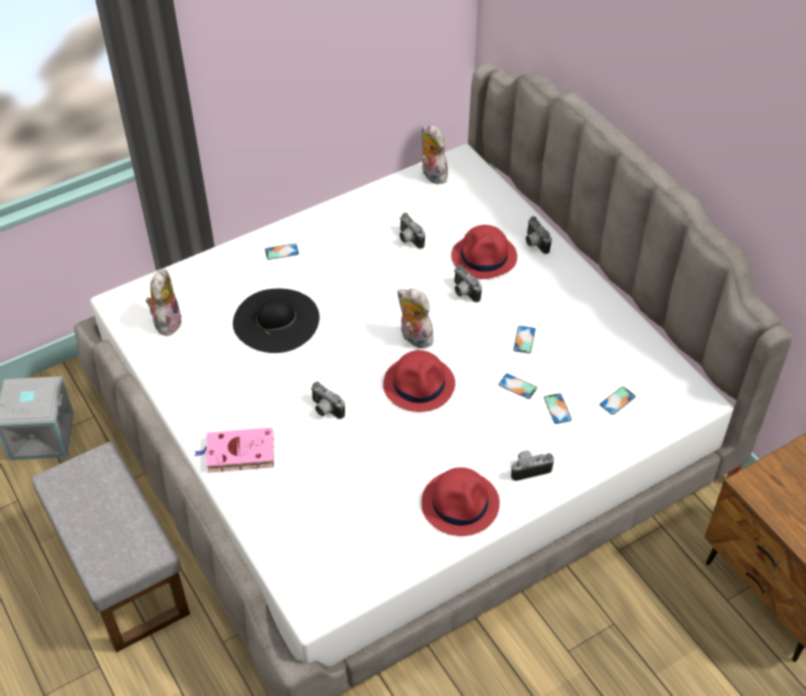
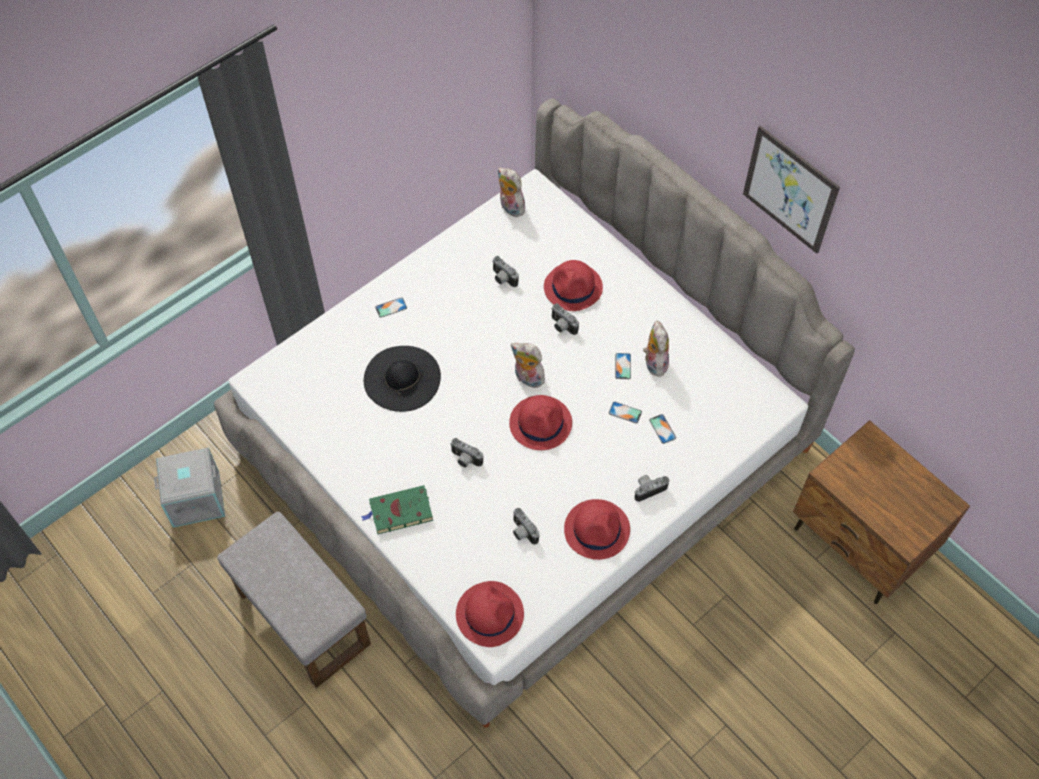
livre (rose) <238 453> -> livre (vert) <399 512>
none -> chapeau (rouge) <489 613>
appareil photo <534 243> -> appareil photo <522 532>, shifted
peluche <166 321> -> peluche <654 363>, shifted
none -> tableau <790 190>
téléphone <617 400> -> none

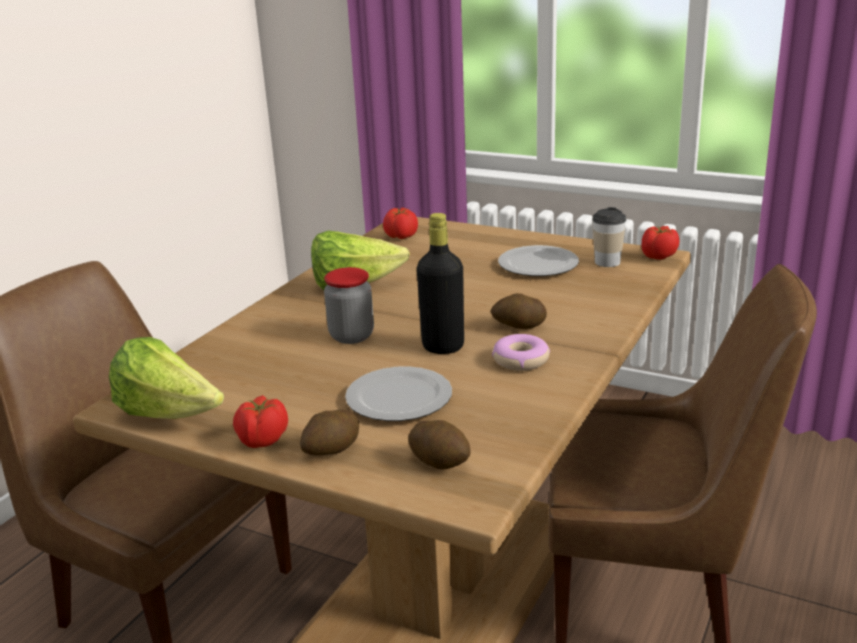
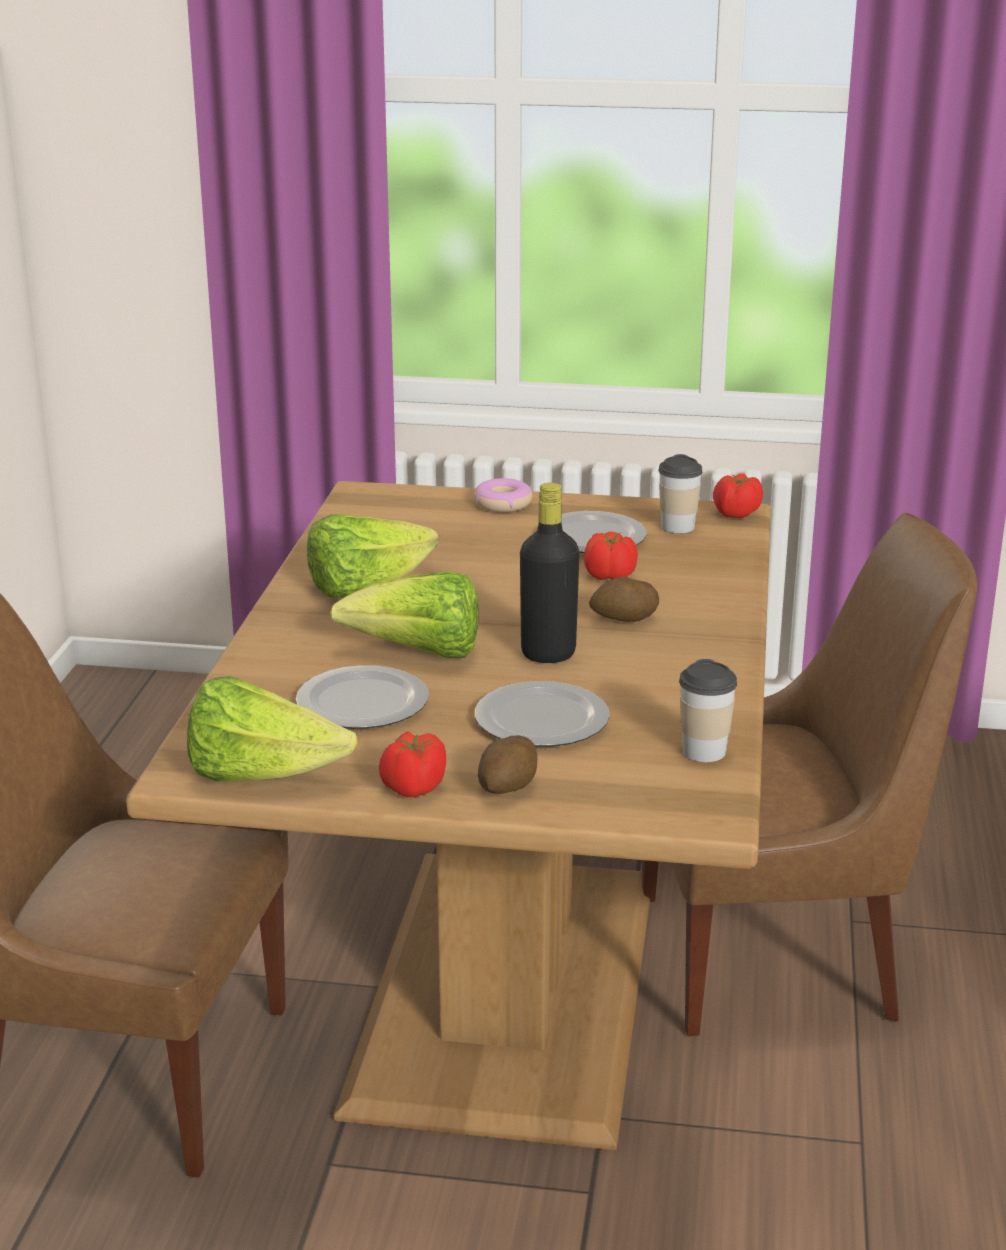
none -> assiette <364 704>
bocal <351 336> -> laitue <419 653>
beignet <520 360> -> beignet <503 504>, shifted
tomate <401 237> -> tomate <610 577>, shifted
none -> tasse <704 751>
pomme de terre <440 461> -> none

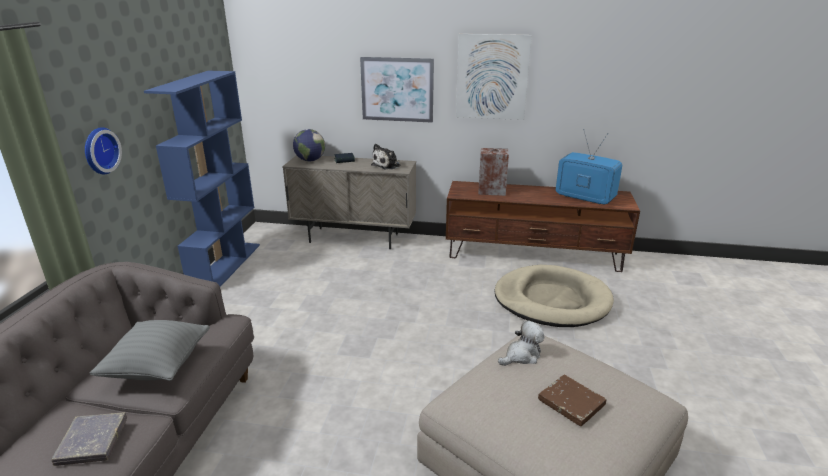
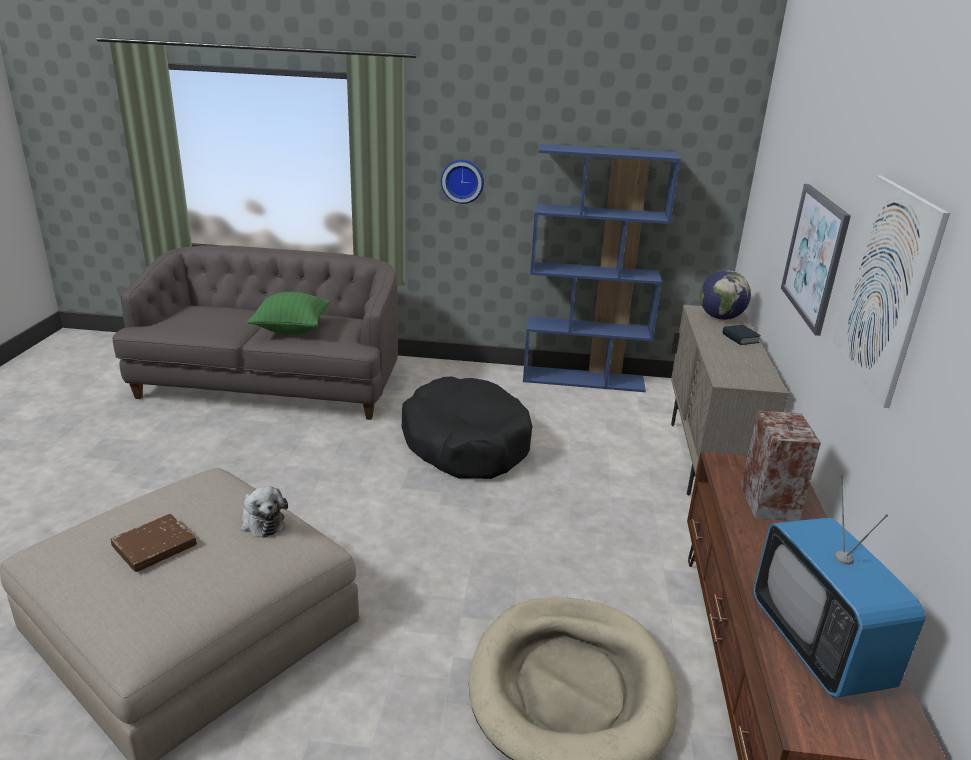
coussin (gris) <158 367> -> coussin (vert) <291 329>
none -> panier pour chien (noir) <465 443>
téléviseur <584 198> -> téléviseur <818 645>, 135 degrees clockwise
livre (gris) <92 441> -> none
peluche <387 165> -> none

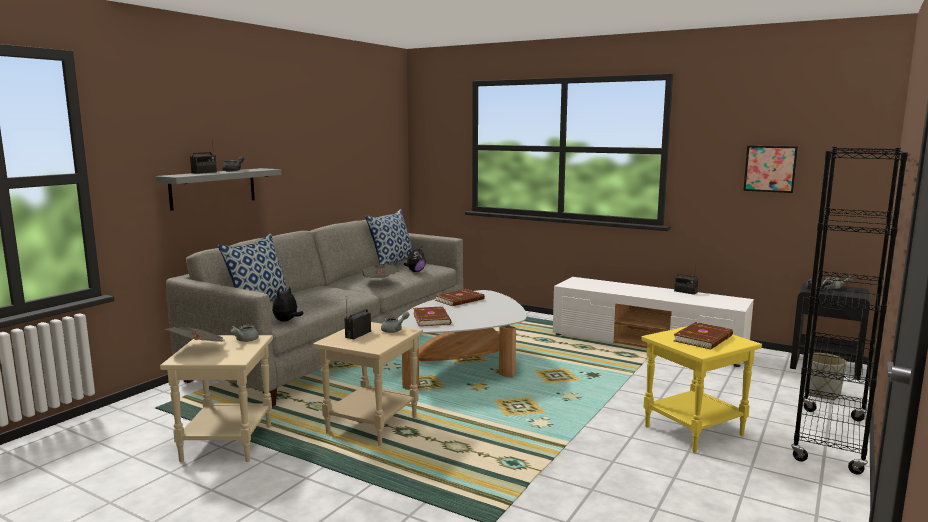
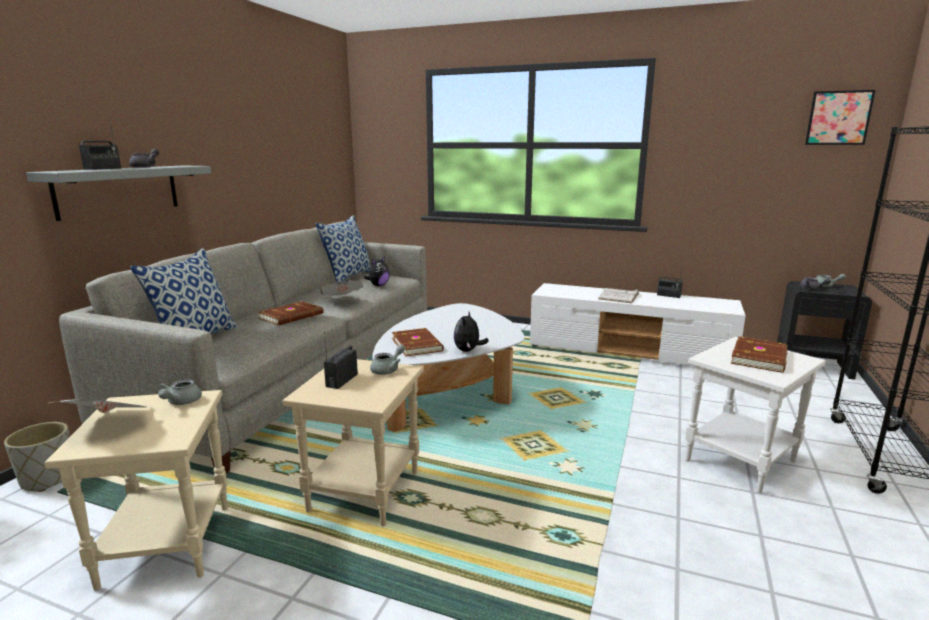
cache-pot (gris) <821 393> -> cache-pot (gris) <48 479>, shifted
livre (marron) <460 300> -> livre (marron) <292 316>, shifted
peluche <286 321> -> peluche <468 350>, shifted
none -> livre (blanc) <619 296>
table d'appoint (jaune) <694 431> -> table d'appoint (blanc) <741 462>
tableau <770 169> -> tableau <838 118>, shifted

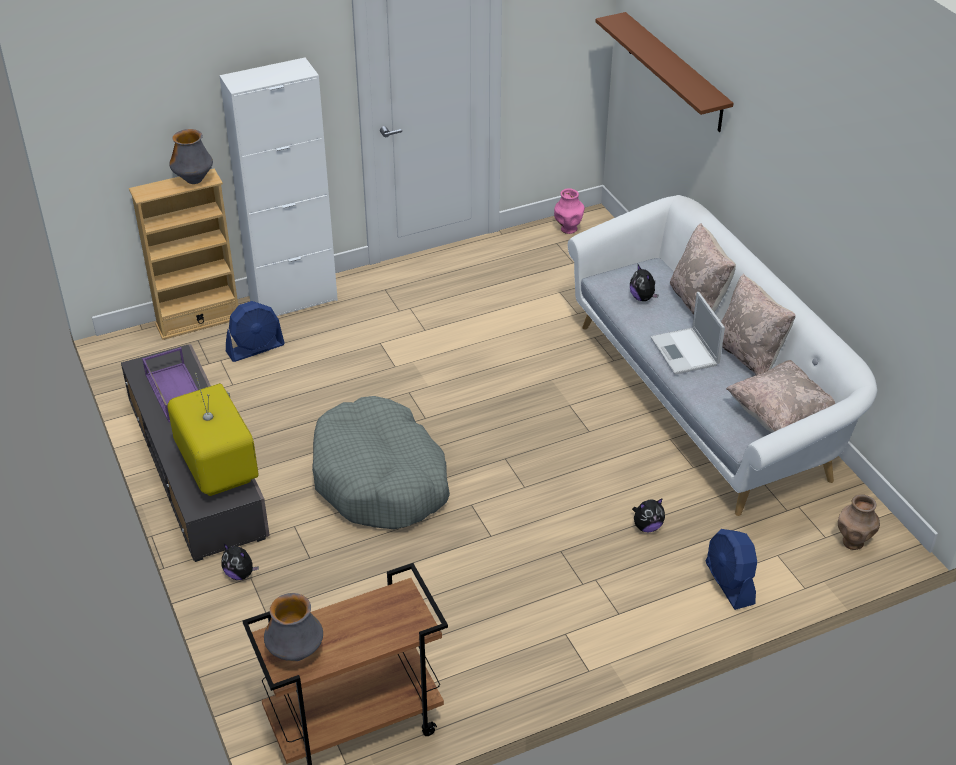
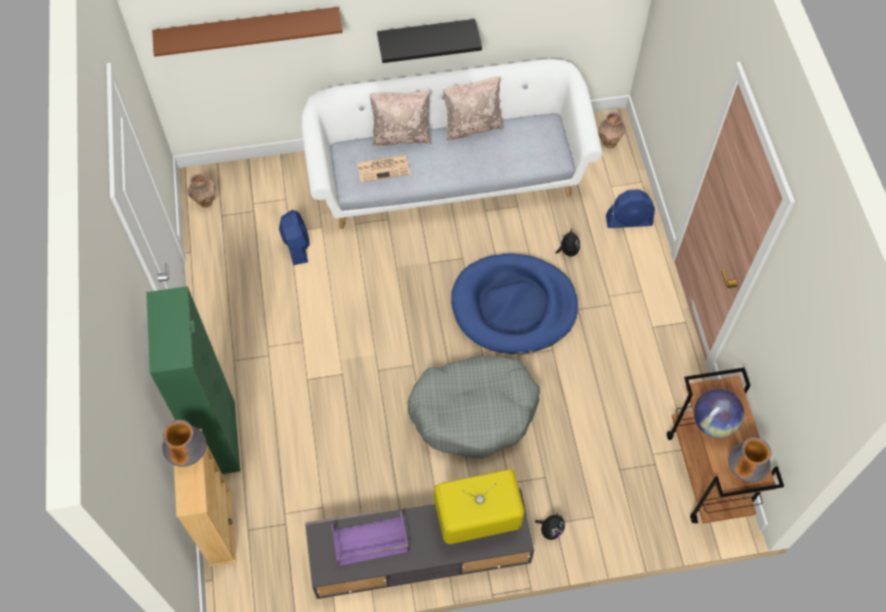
meuble de rangement (blanc) <293 300> -> meuble de rangement (vert) <220 438>
vase (rose) <568 229> -> vase (marron) <205 202>
ventilateur (bleu) <255 348> -> ventilateur (bleu) <296 245>, shifted
peluche <642 298> -> journal <384 168>
none -> étagère (noir) <426 36>
none -> panier pour chien (bleu) <513 306>
none -> globe <713 422>
ordinateur portable <685 352> -> none
coussin (beige) <781 416> -> none

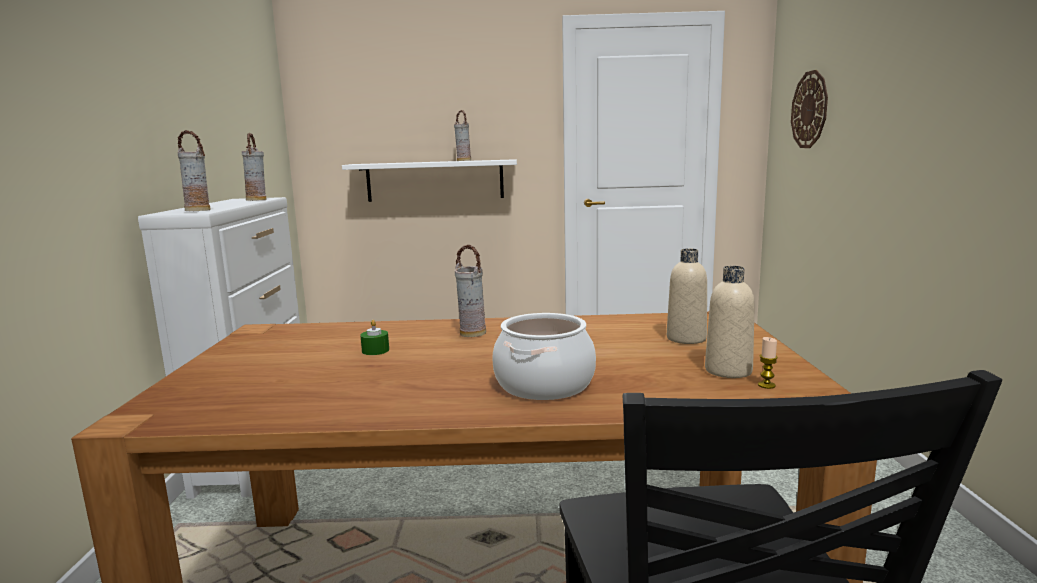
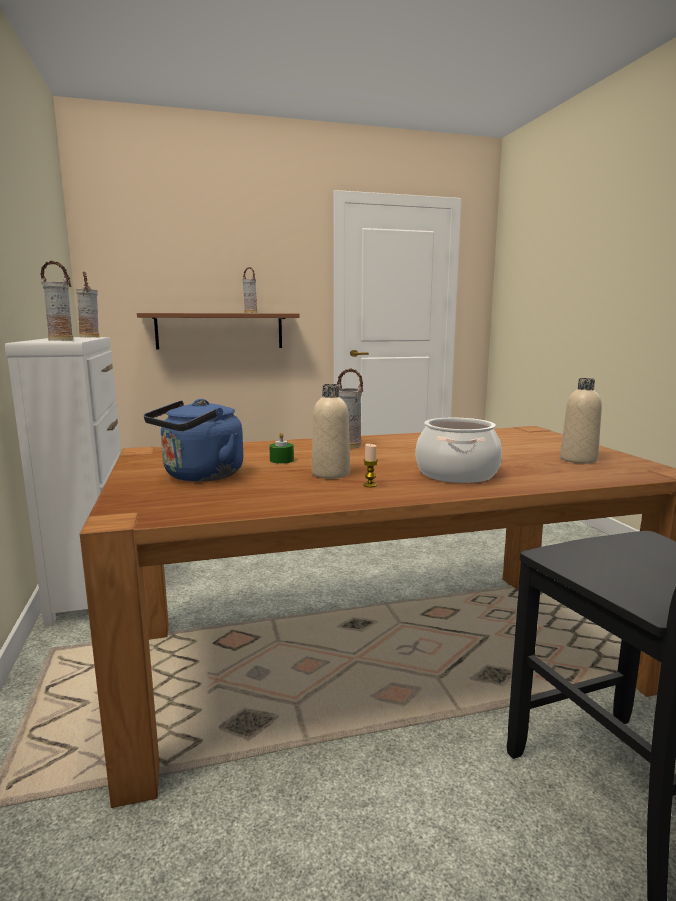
étagère (blanc) <435 180> -> étagère (marron) <220 331>
none -> bouilloire (bleu) <200 476>
bouteille (beige) <686 338> -> bouteille (beige) <330 474>, shifted
bougie <766 385> -> bougie <370 485>, shifted
horloge murale <809 110> -> none

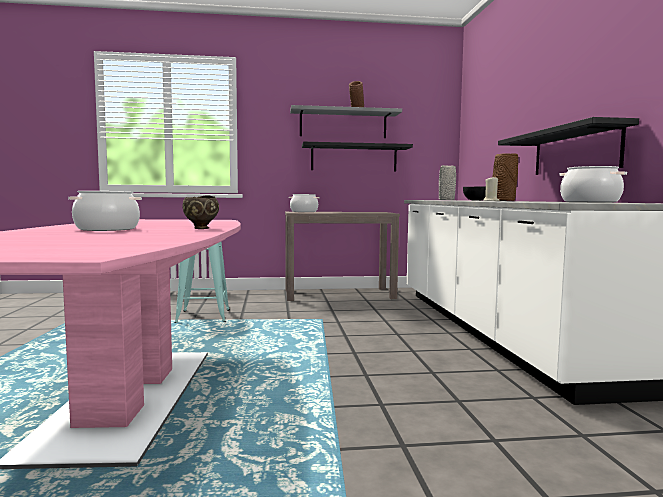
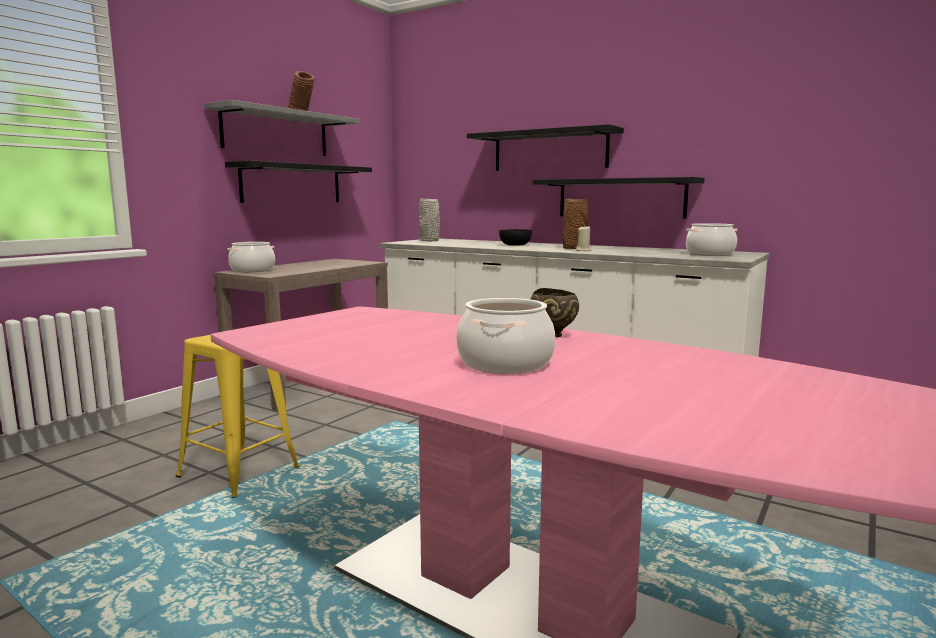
tabouret (turquoise) <203 316> -> tabouret (jaune) <238 472>
none -> étagère (noir) <550 150>

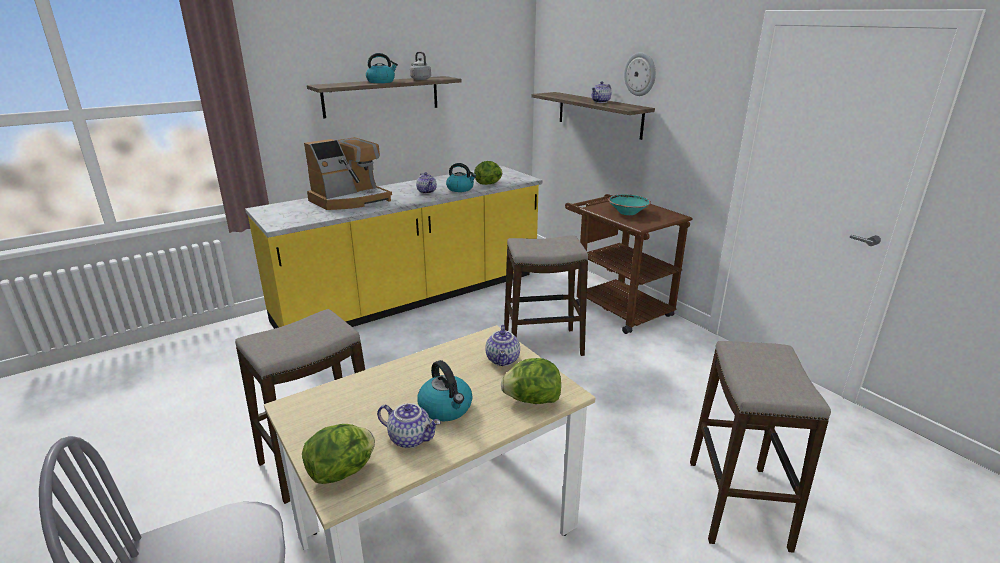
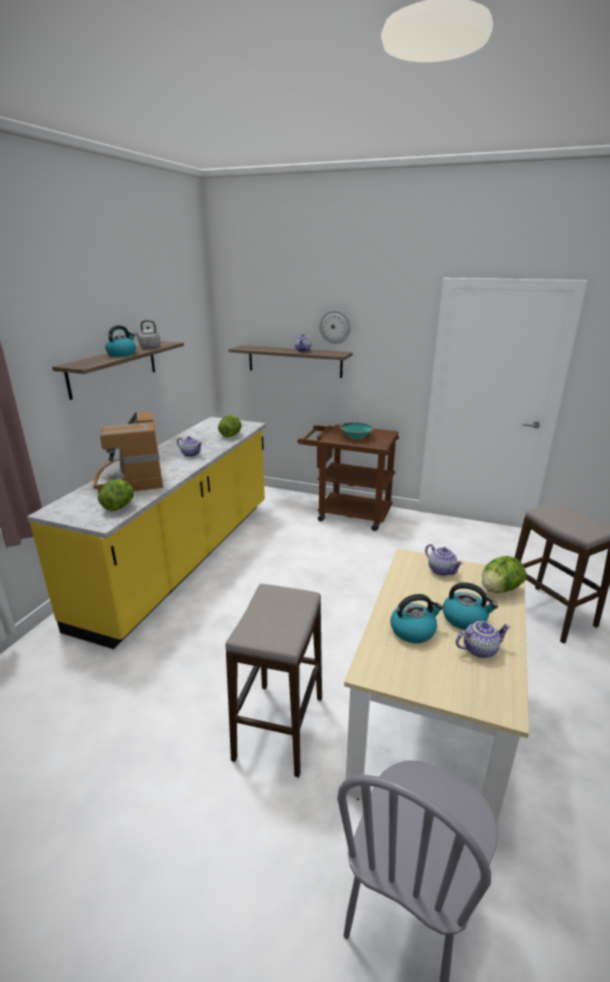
machine à café <350 200> -> machine à café <132 479>, 150 degrees clockwise
laitue <342 472> -> laitue <119 507>, shifted
bouilloire <460 189> -> bouilloire <413 630>, shifted
tabouret <542 345> -> none

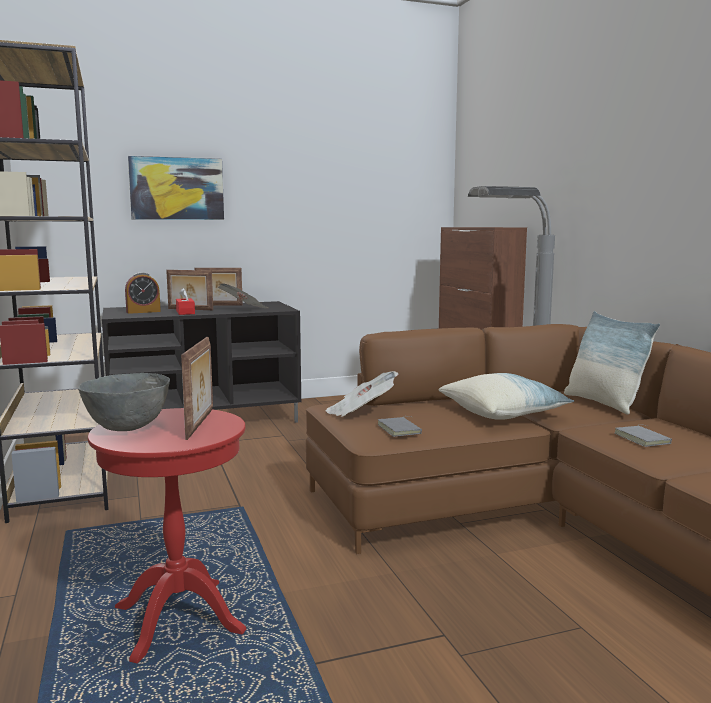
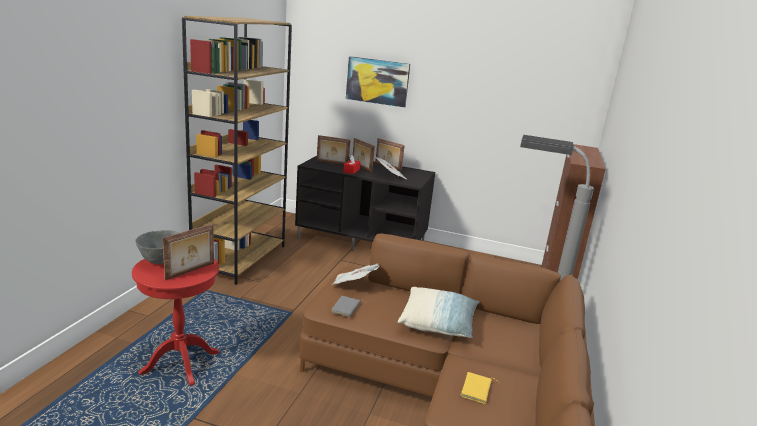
réveil <143 312> -> cadre photo <332 163>
livre (gris) <643 439> -> livre (jaune) <477 390>
coussin <603 403> -> none

